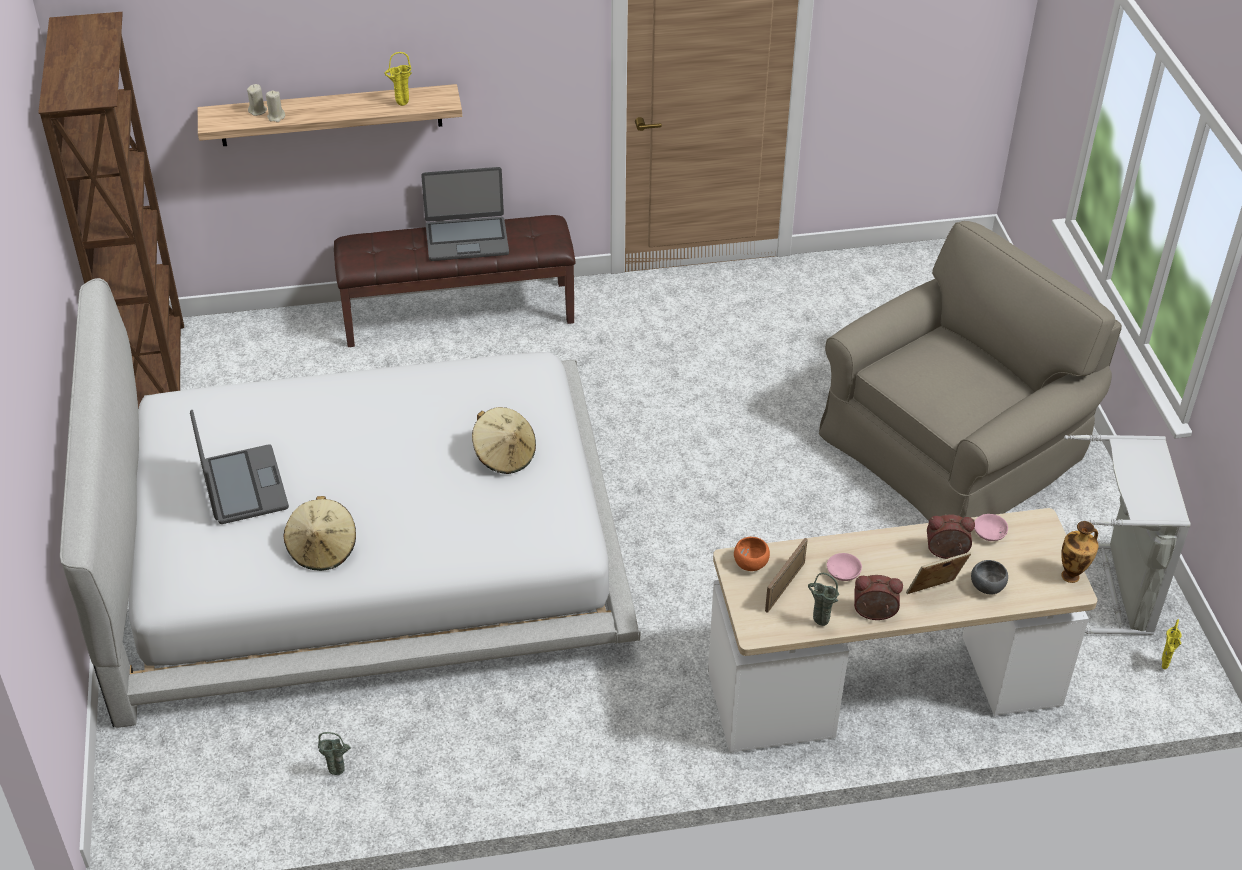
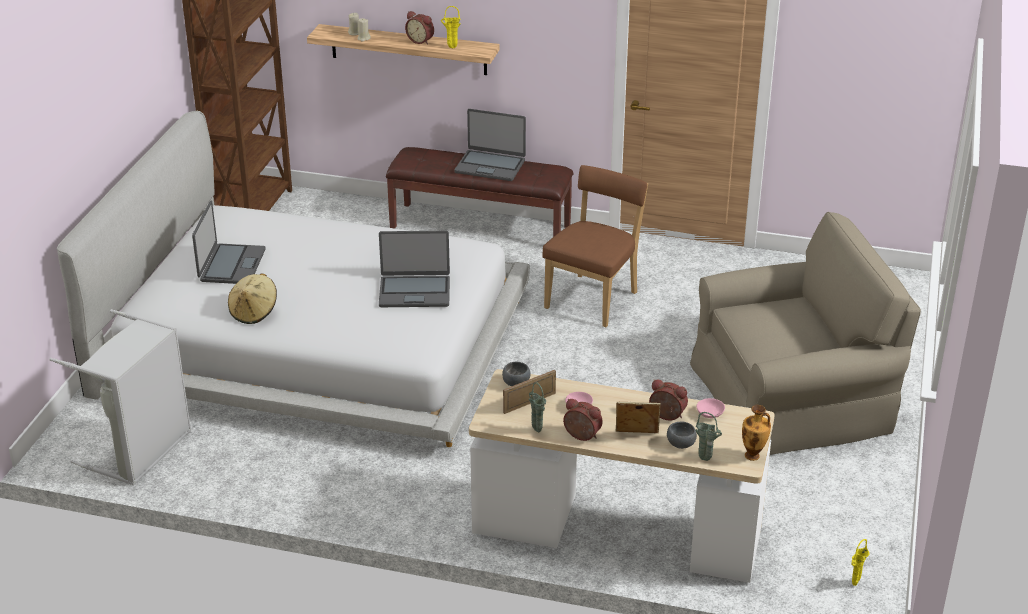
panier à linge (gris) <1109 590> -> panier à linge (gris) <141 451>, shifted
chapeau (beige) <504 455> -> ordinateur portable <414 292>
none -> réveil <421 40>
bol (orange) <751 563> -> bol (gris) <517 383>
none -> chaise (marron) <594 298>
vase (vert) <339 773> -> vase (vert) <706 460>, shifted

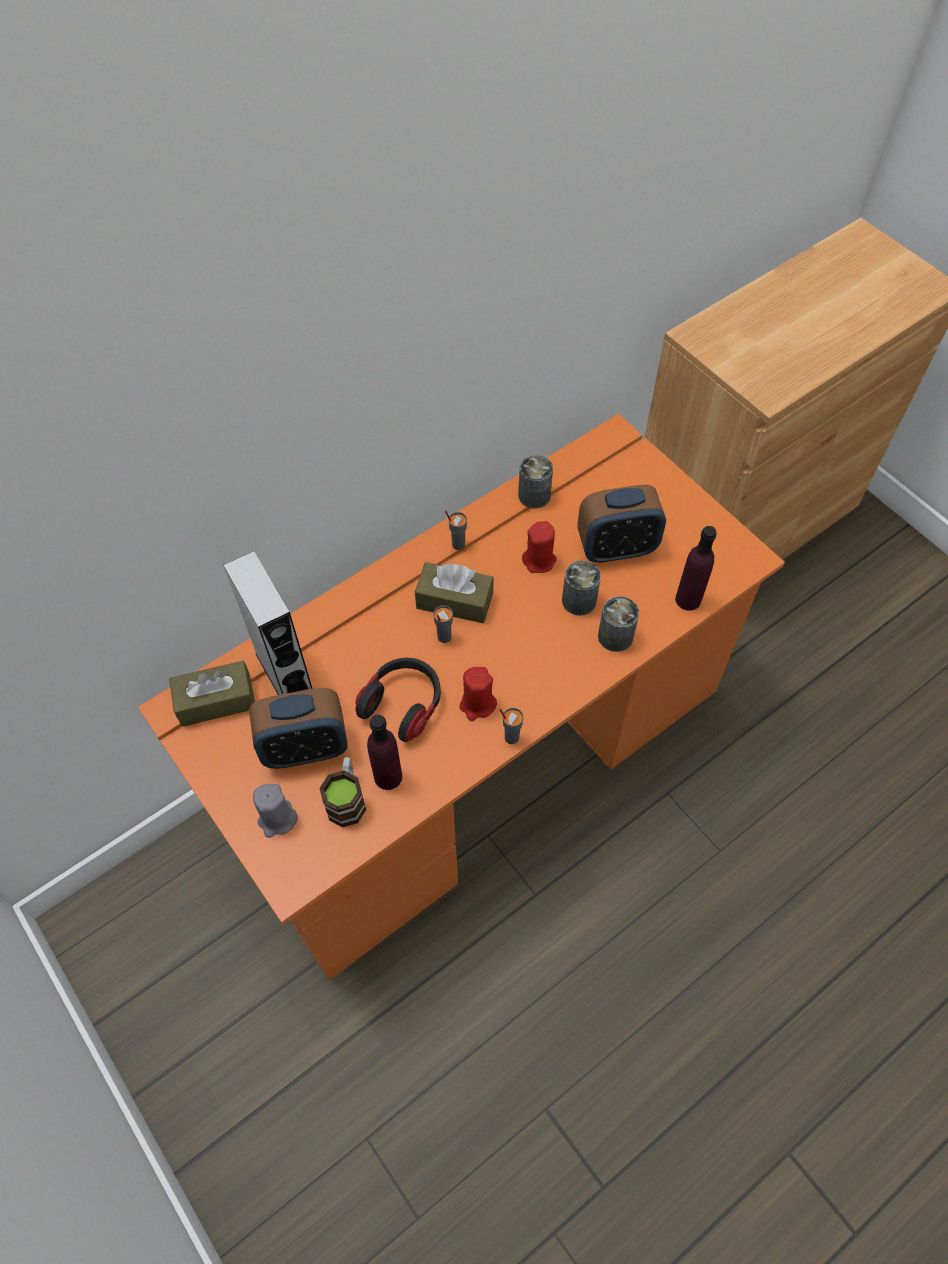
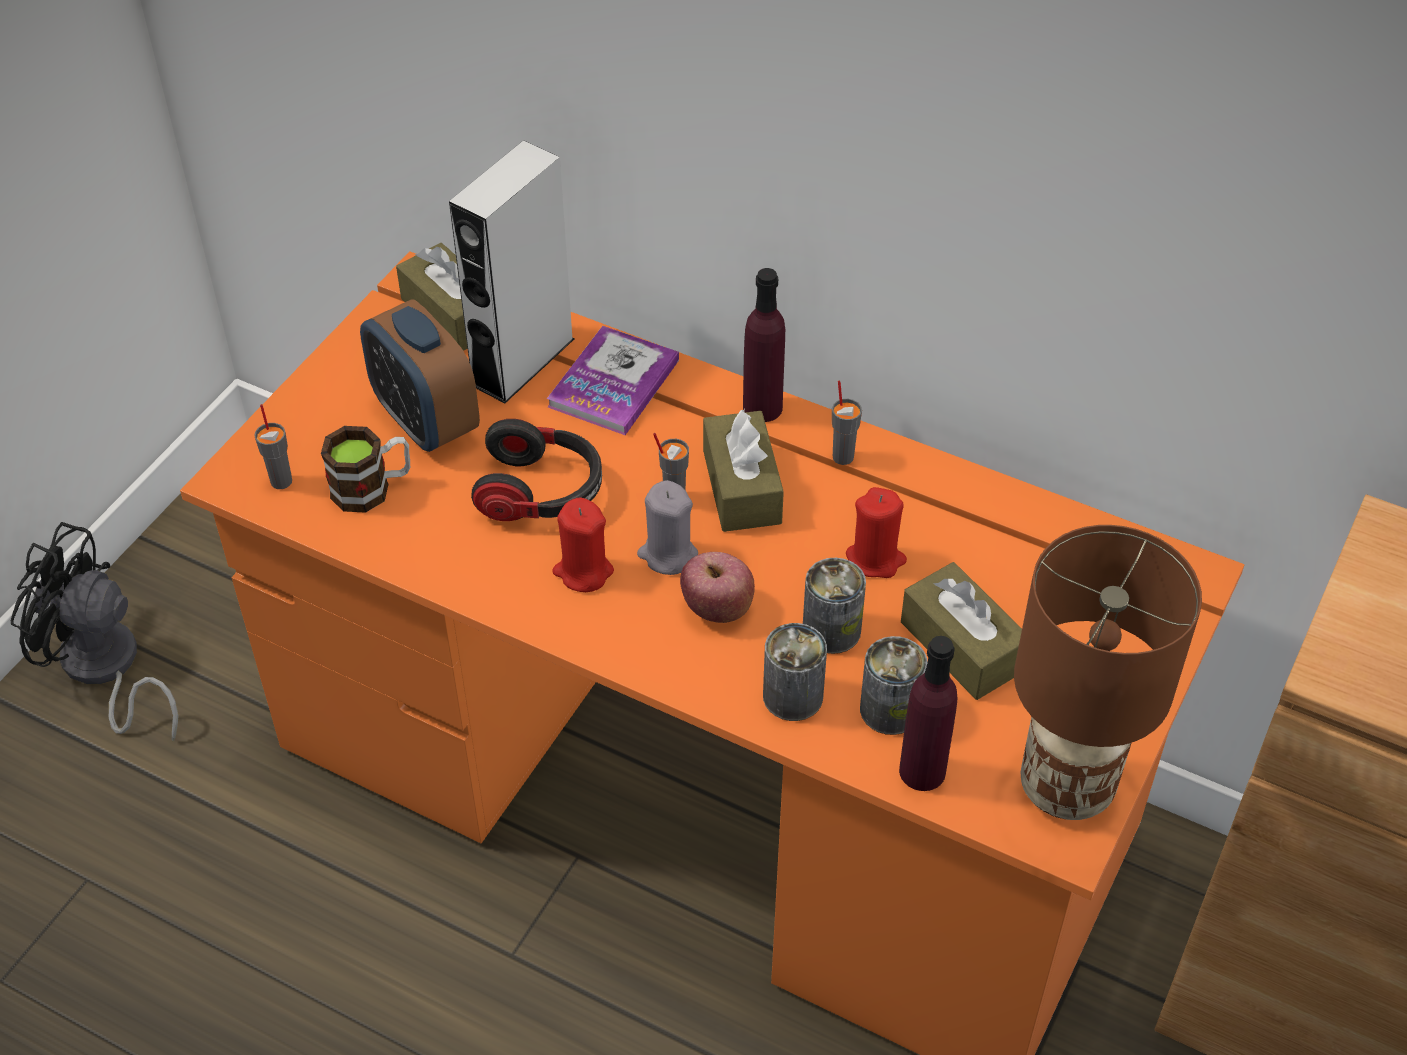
none -> ventilateur (noir) <104 670>
tasse (gris) <511 737> -> tasse (gris) <281 480>, shifted
none -> livre <613 383>
bougie (gris) <277 819> -> bougie (gris) <667 554>, shifted
none -> pomme <717 608>
bouteille (violet) <388 776> -> bouteille (violet) <762 408>, shifted
boîte métallique <534 495> -> boîte métallique <890 709>, shifted
réveil <616 548> -> boîte à mouchoirs (marron) <962 646>
none -> lampe de table (marron) <1068 787>

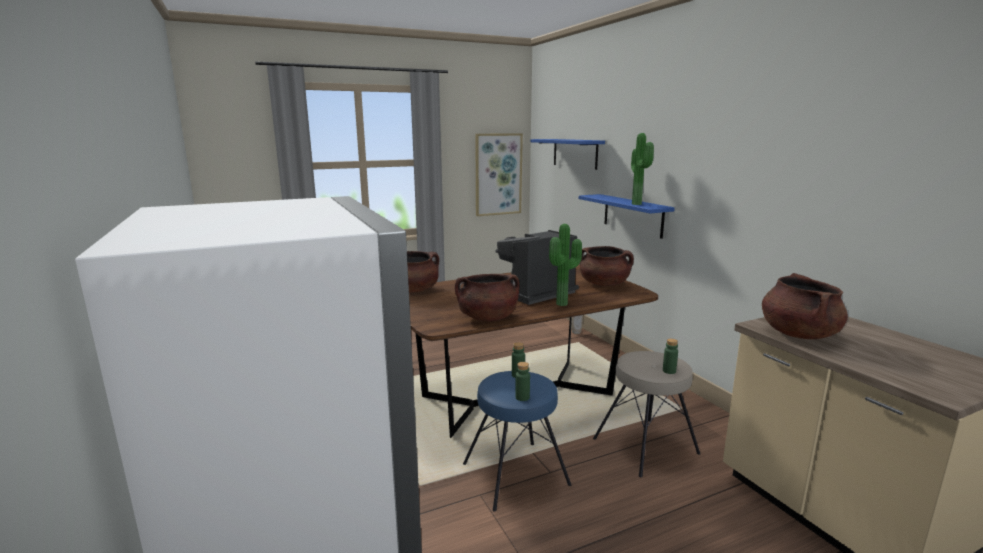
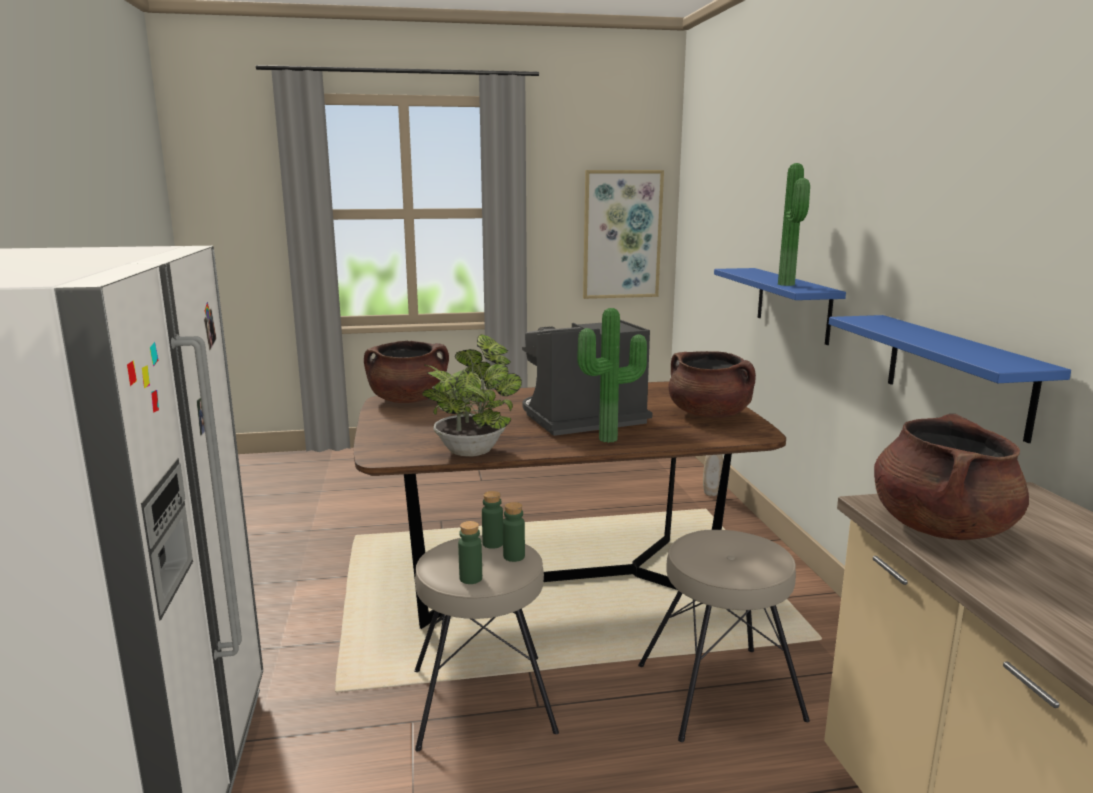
tabouret (bleu) <516 475> -> tabouret (beige) <482 701>
marmite (marron) <487 318> -> plante en pot <472 449>
bouteille (vert) <669 371> -> bouteille (vert) <514 556>, shifted
étagère (bleu) <575 153> -> étagère (bleu) <956 373>, shifted

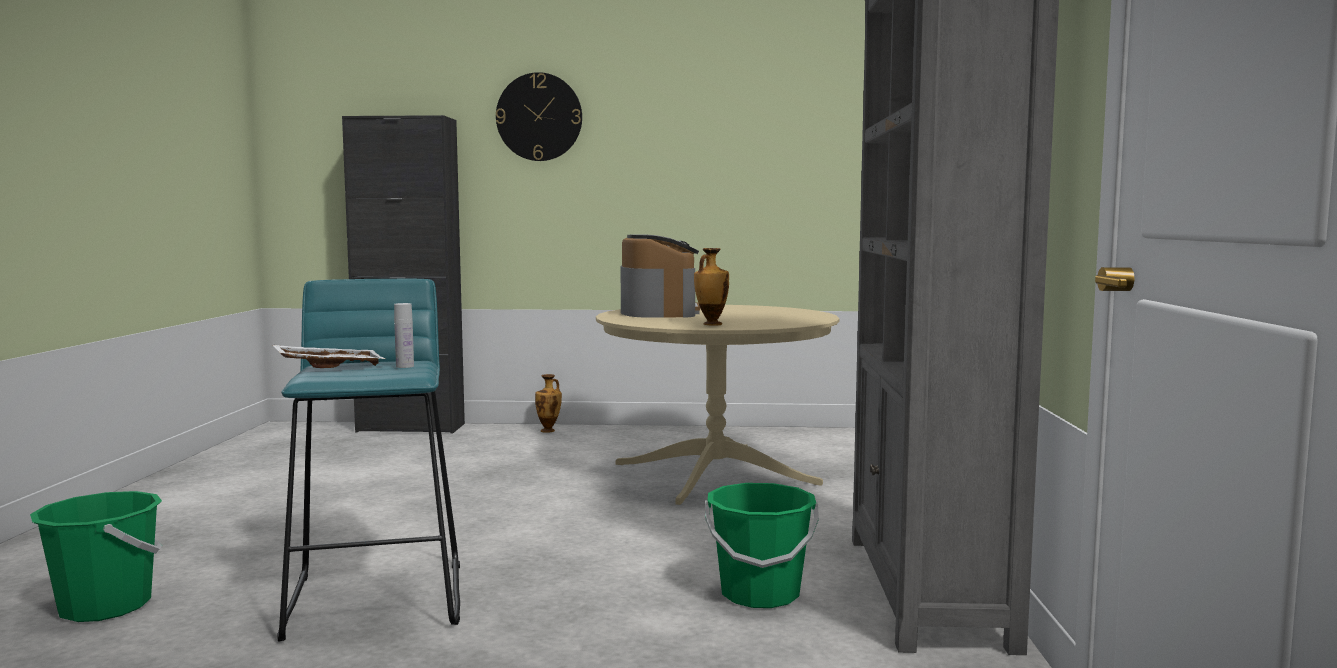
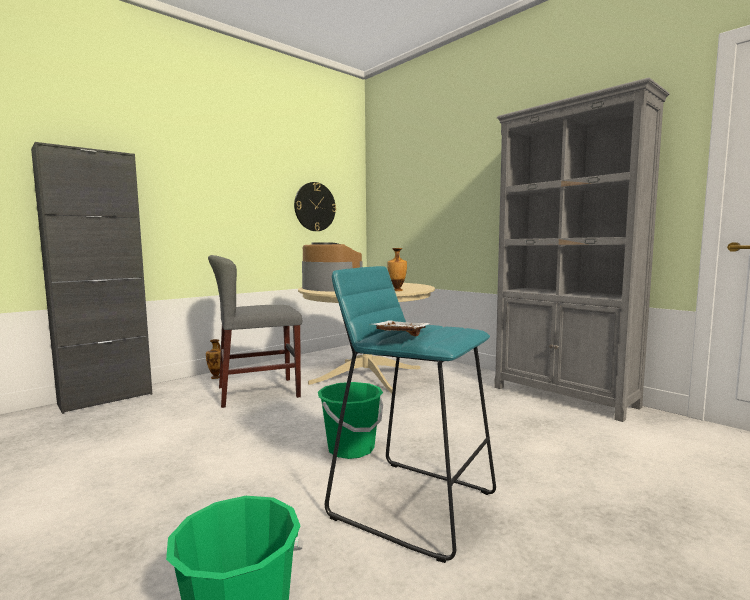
none -> chaise (gris) <258 392>
horloge murale <539 117> -> horloge murale <315 207>, shifted
seau (vert) <760 594> -> seau (vert) <351 449>, shifted
bouteille (blanc) <405 366> -> none

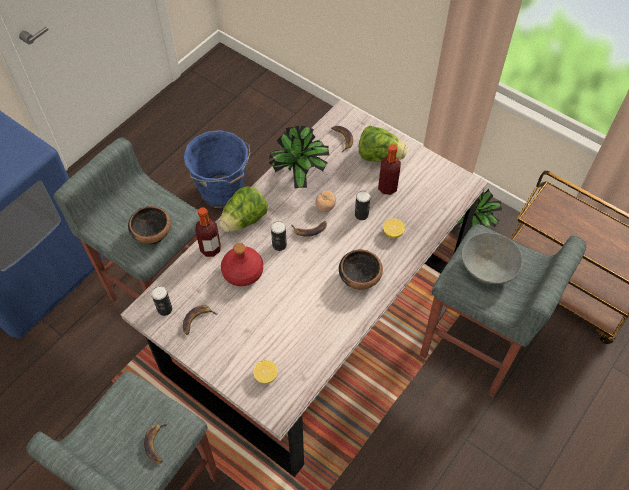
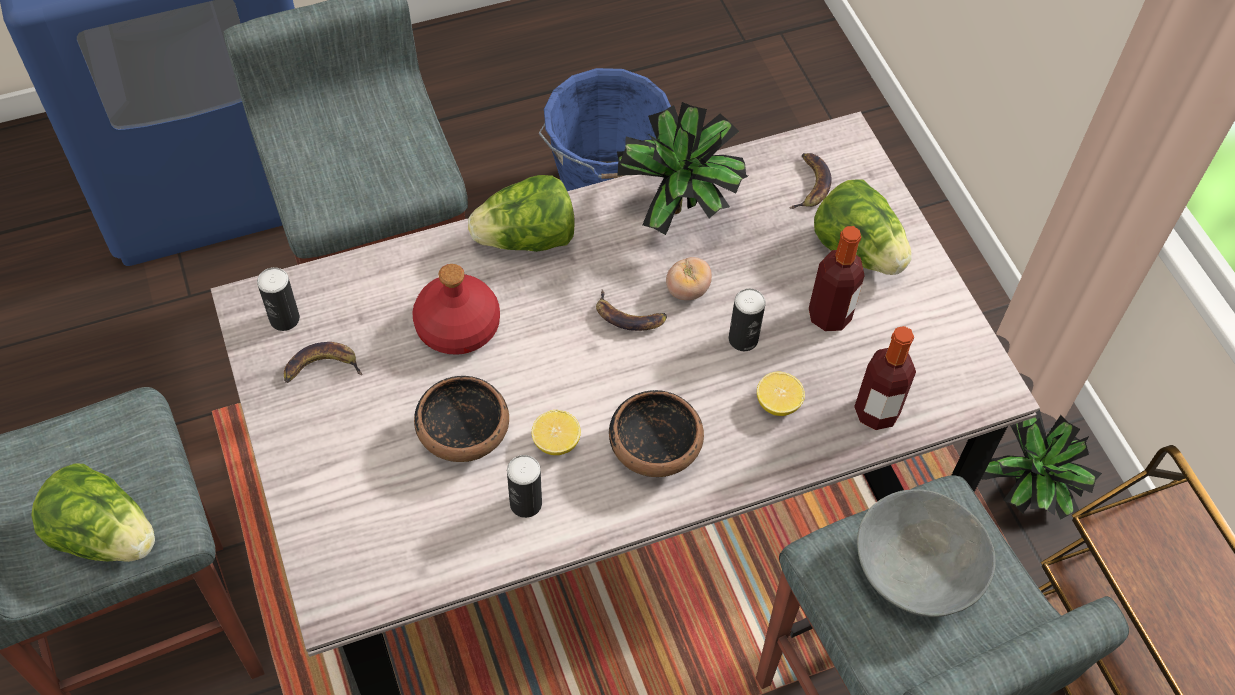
banane <157 444> -> laitue <105 535>
bol <152 233> -> bol <465 436>, shifted
boîte métallique <279 245> -> boîte métallique <526 503>, shifted
citron <266 376> -> citron <556 442>, shifted
bouteille <210 249> -> bouteille <876 412>, shifted

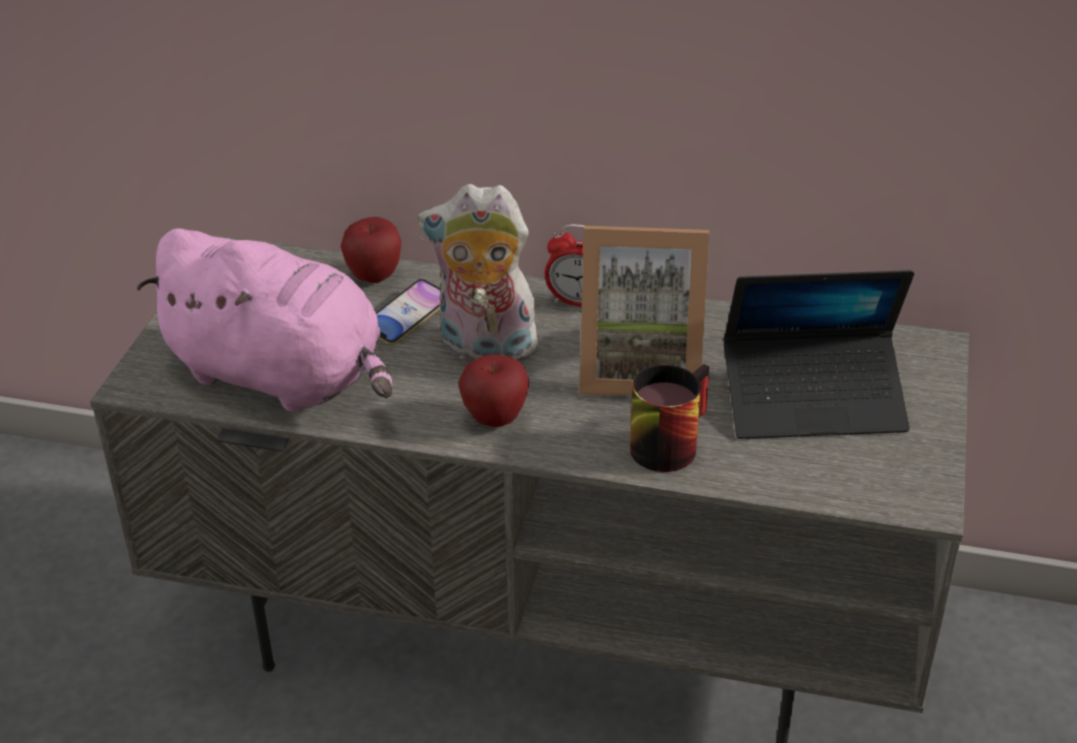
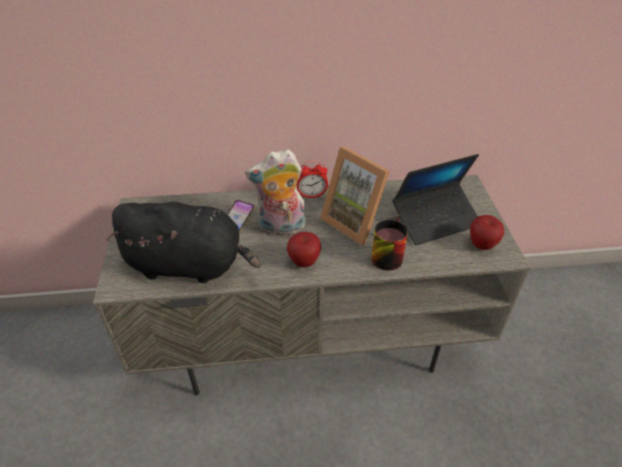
peluche (rose) <282 377> -> peluche (noir) <190 265>
cadre photo <640 368> -> cadre photo <355 221>, 60 degrees clockwise
pomme <374 277> -> pomme <482 245>, shifted

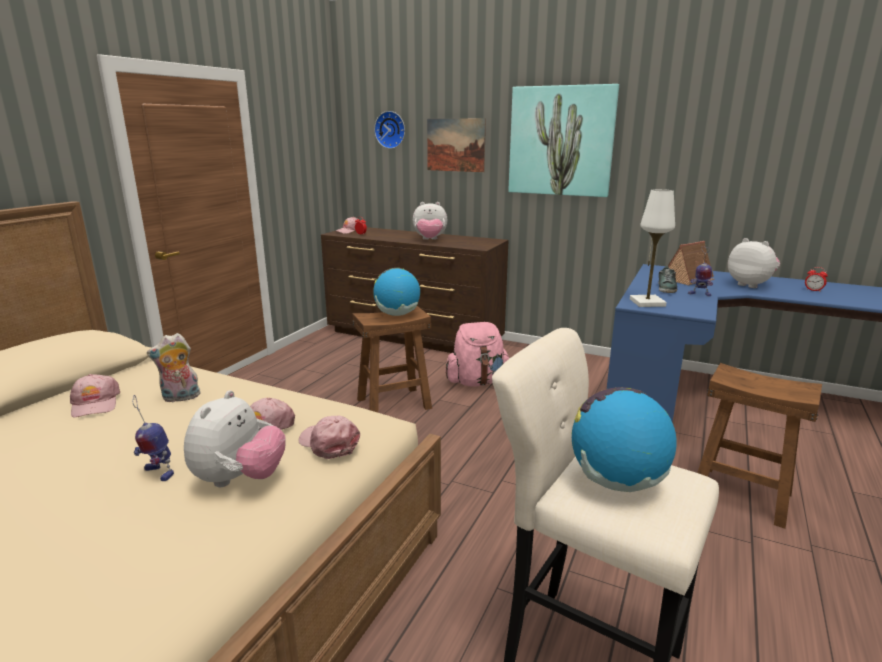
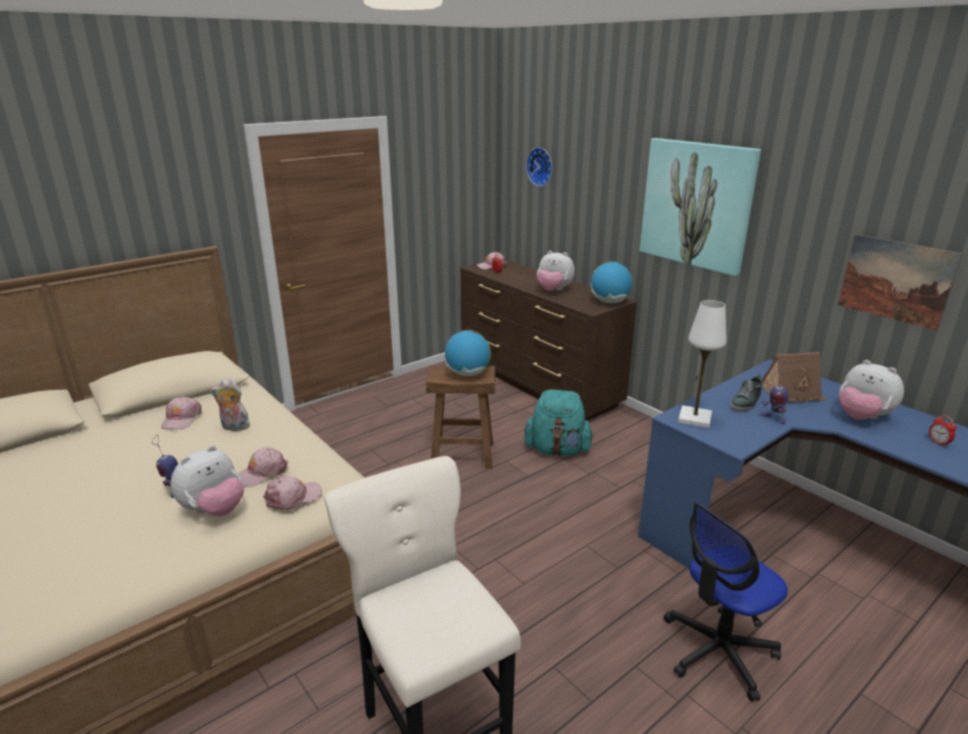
casquette (rose) <329 443> -> casquette (rose) <293 497>, 75 degrees clockwise
sac à dos (rose) <477 382> -> sac à dos (turquoise) <557 450>
globe <617 482> -> globe <609 302>, shifted
tabouret (marron) <740 495> -> chaise de bureau <718 651>
tableau <455 145> -> tableau <895 280>, shifted
peluche <750 285> -> peluche <862 417>, 150 degrees clockwise

